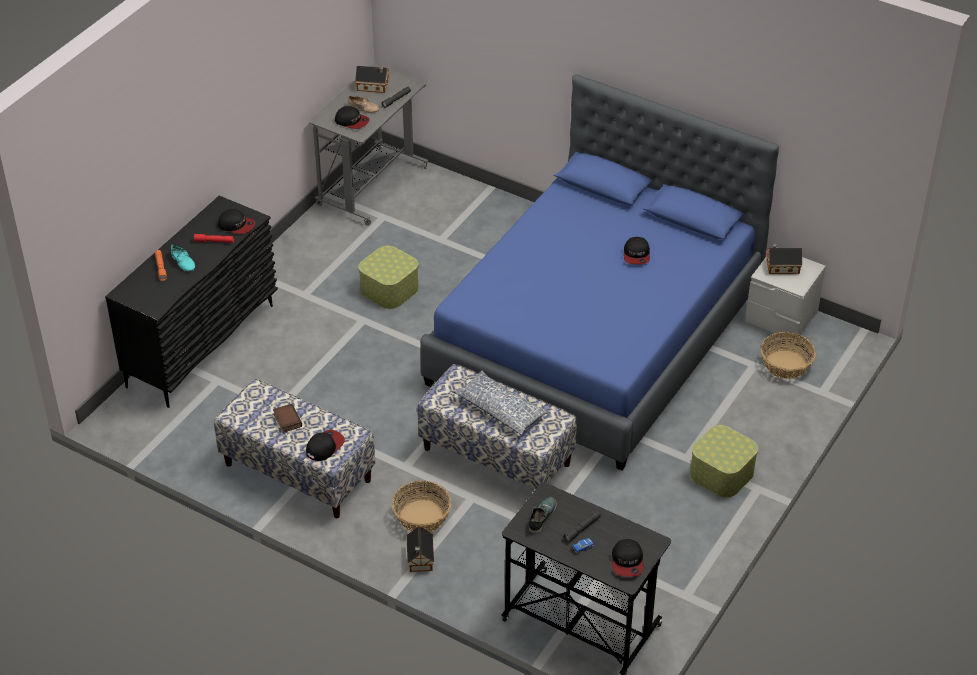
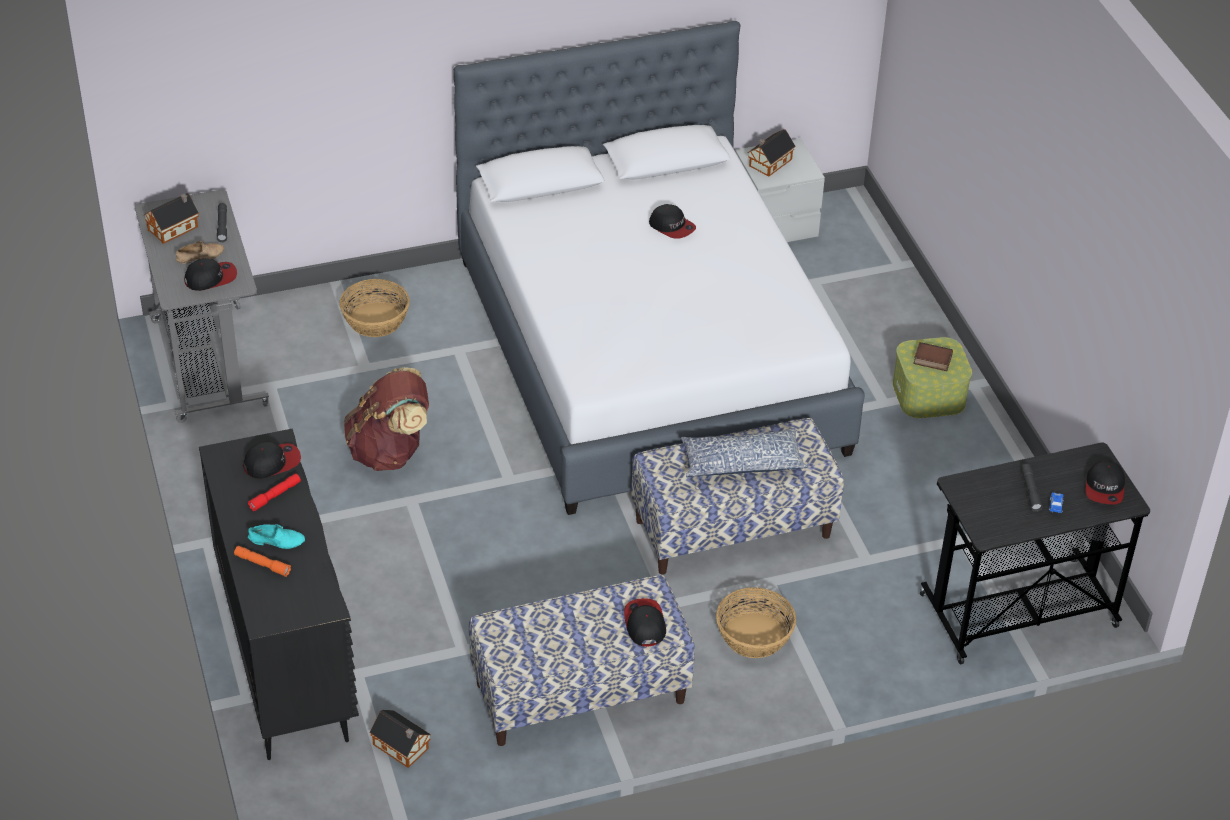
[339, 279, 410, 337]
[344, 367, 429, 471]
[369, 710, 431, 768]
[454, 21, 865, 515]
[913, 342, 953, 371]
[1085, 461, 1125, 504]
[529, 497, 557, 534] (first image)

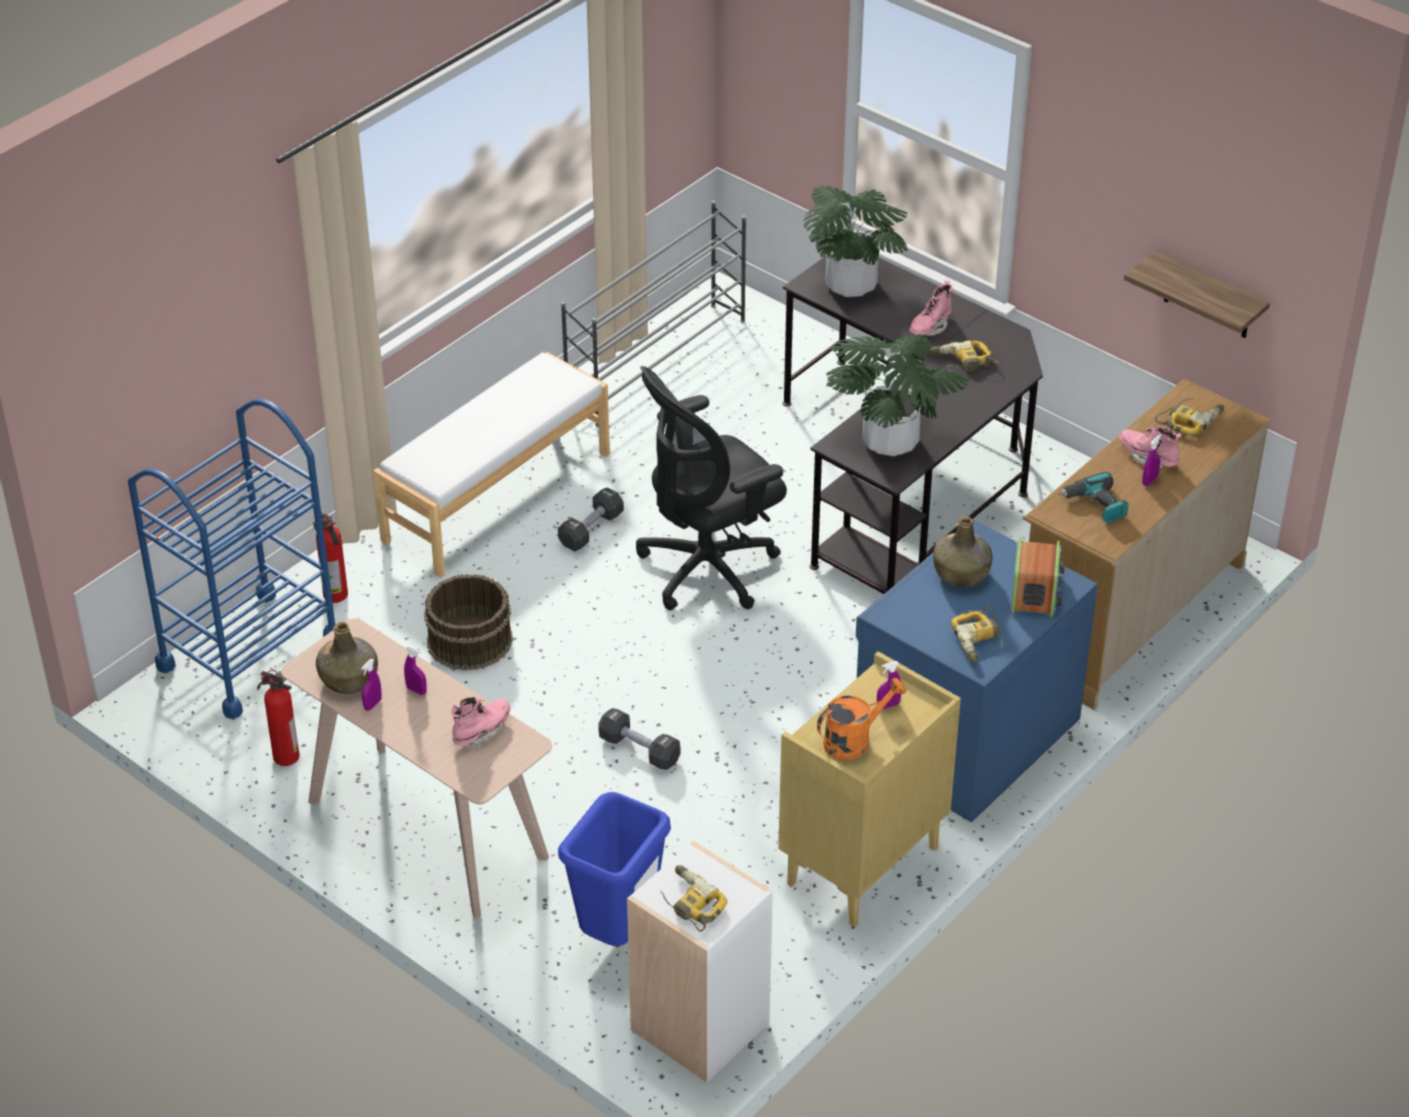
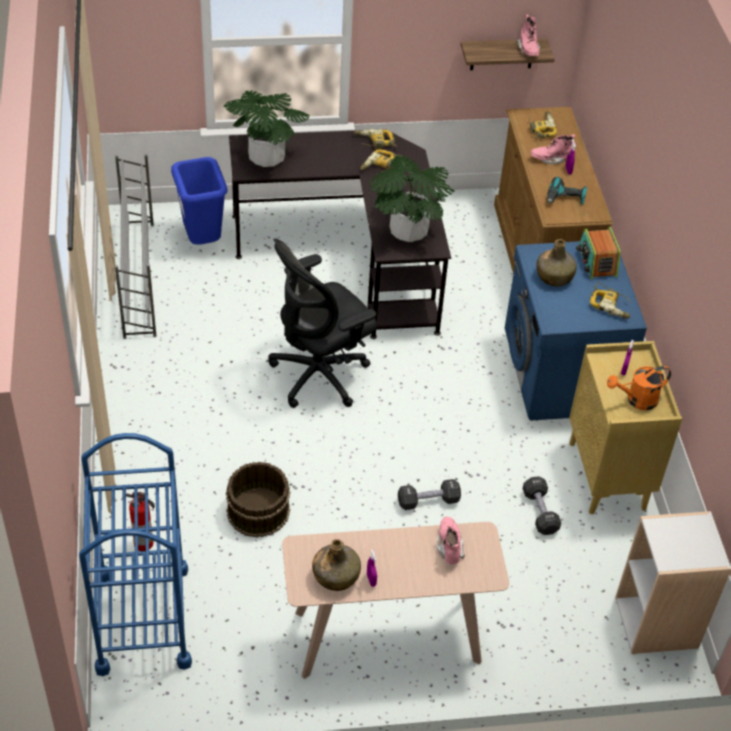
[171, 157, 228, 245]
[268, 238, 377, 408]
[354, 129, 397, 149]
[516, 14, 540, 56]
[523, 477, 561, 535]
[576, 227, 621, 279]
[607, 366, 671, 410]
[257, 670, 300, 766] (first image)
[373, 352, 610, 578] (first image)
[404, 646, 427, 695] (first image)

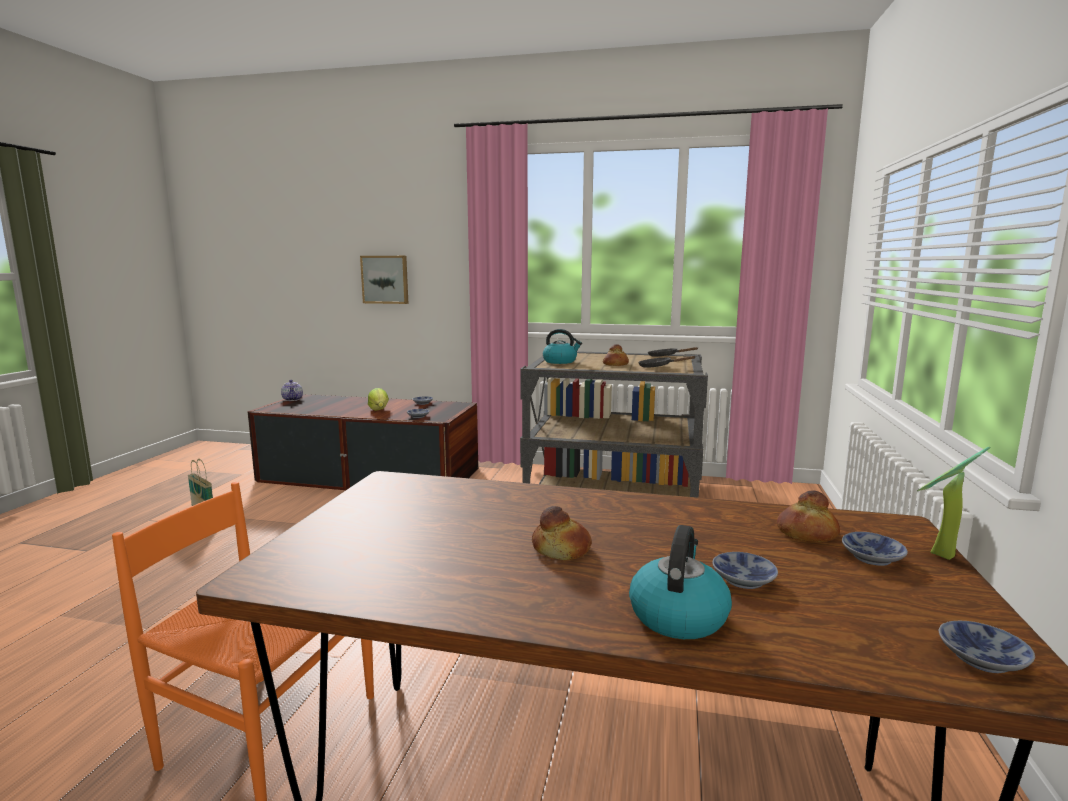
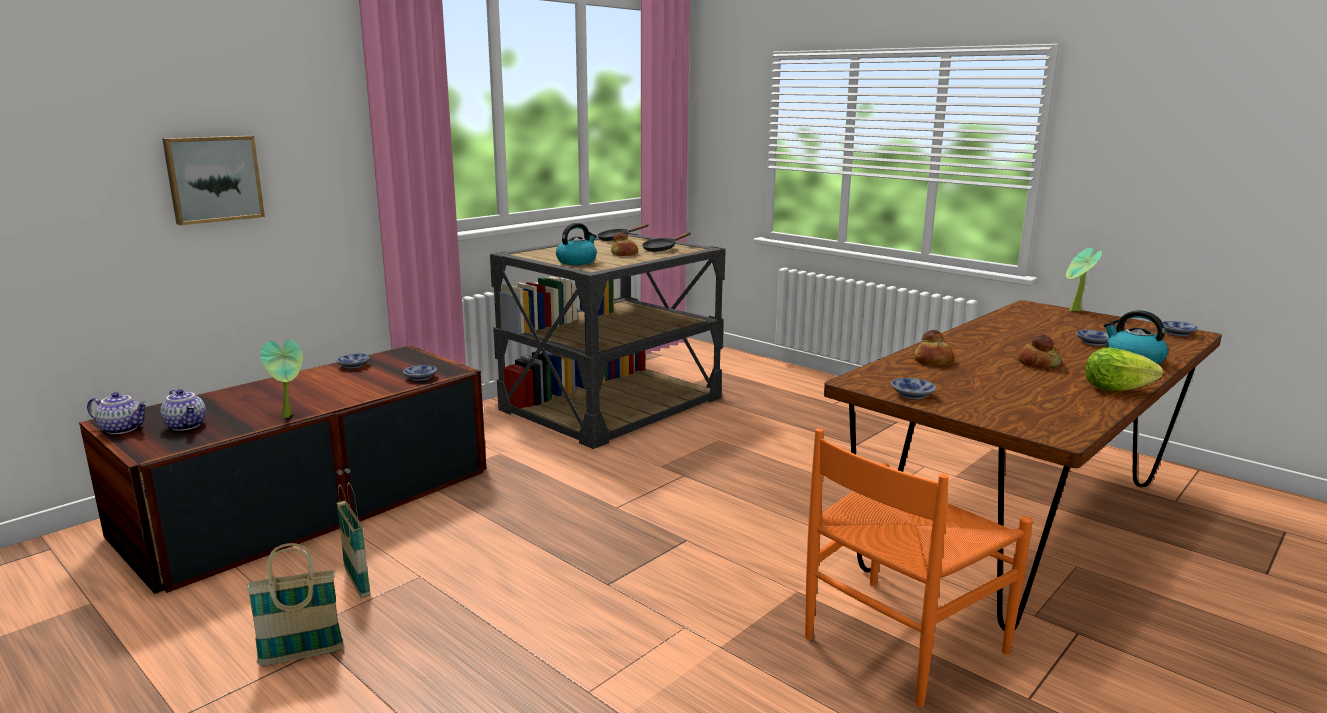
[160, 389, 206, 431]
[260, 339, 303, 418]
[336, 482, 371, 598]
[891, 378, 936, 399]
[914, 330, 955, 366]
[1085, 348, 1163, 391]

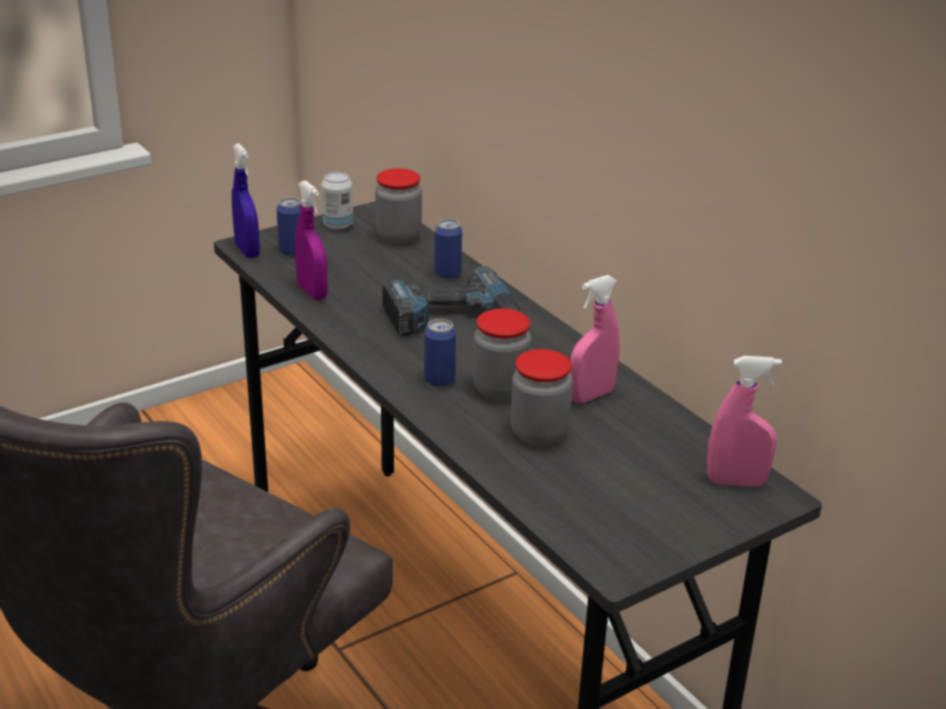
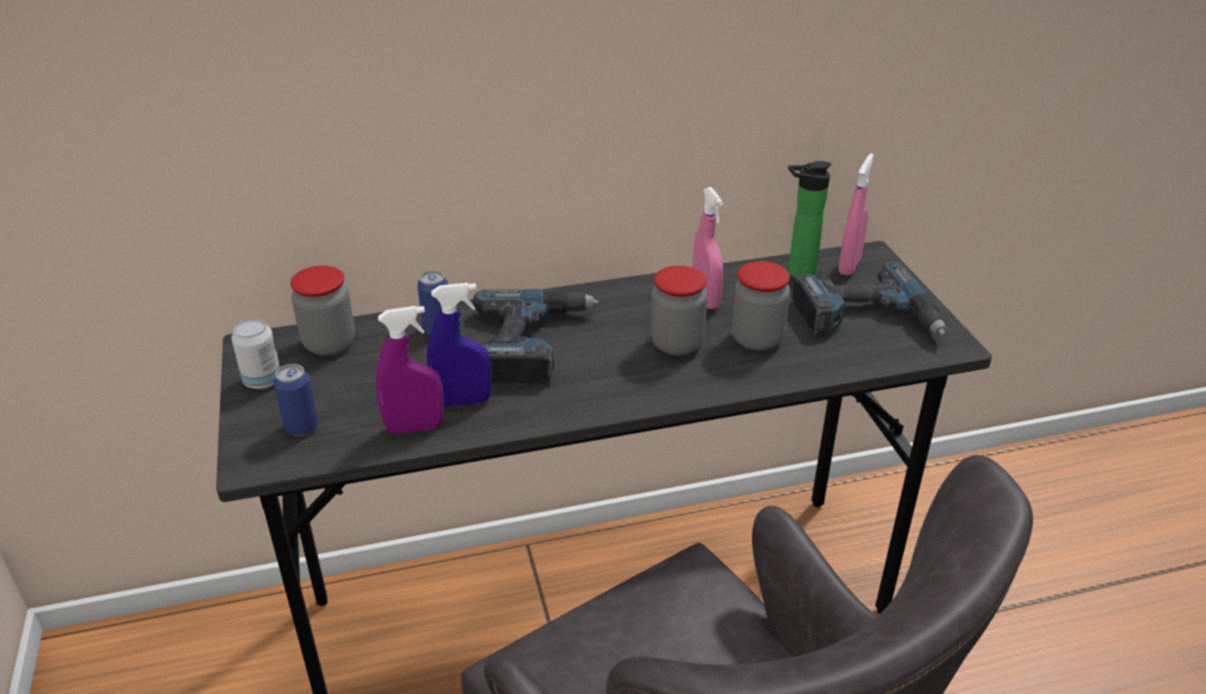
[427, 283, 492, 407]
[788, 161, 831, 278]
[792, 261, 946, 335]
[424, 319, 456, 387] (first image)

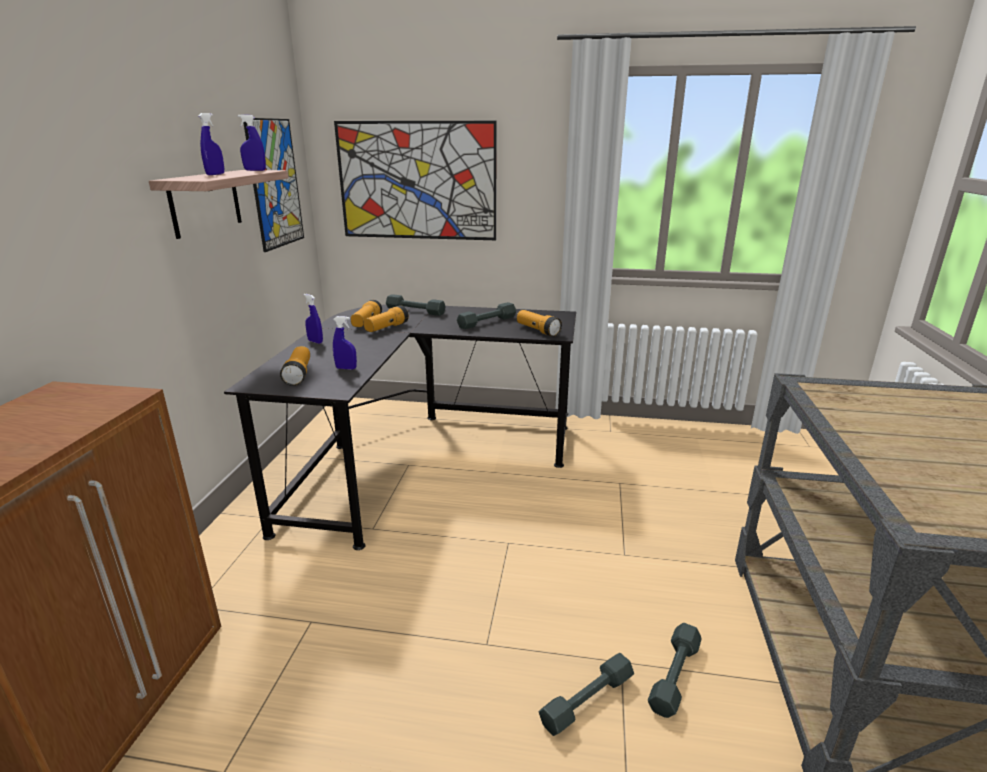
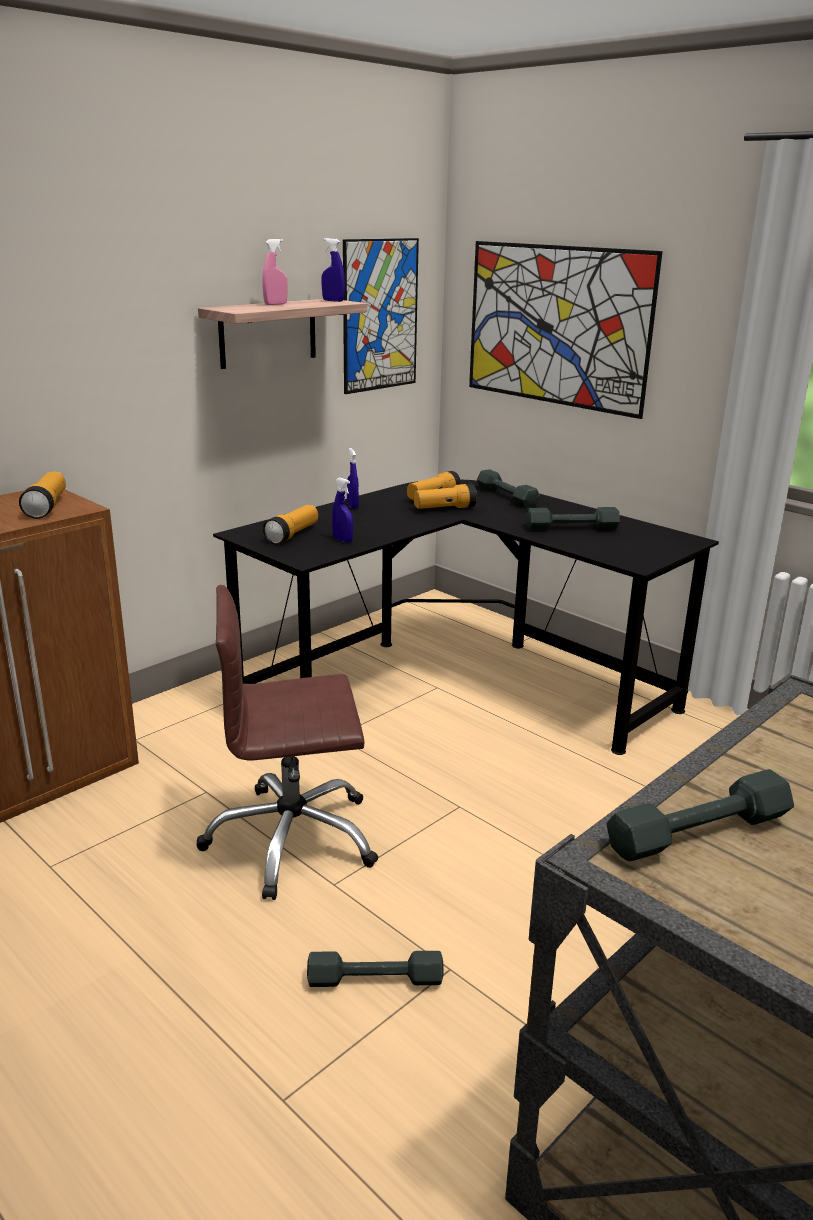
[19, 472, 66, 519]
[197, 585, 379, 900]
[262, 239, 288, 305]
[606, 769, 794, 861]

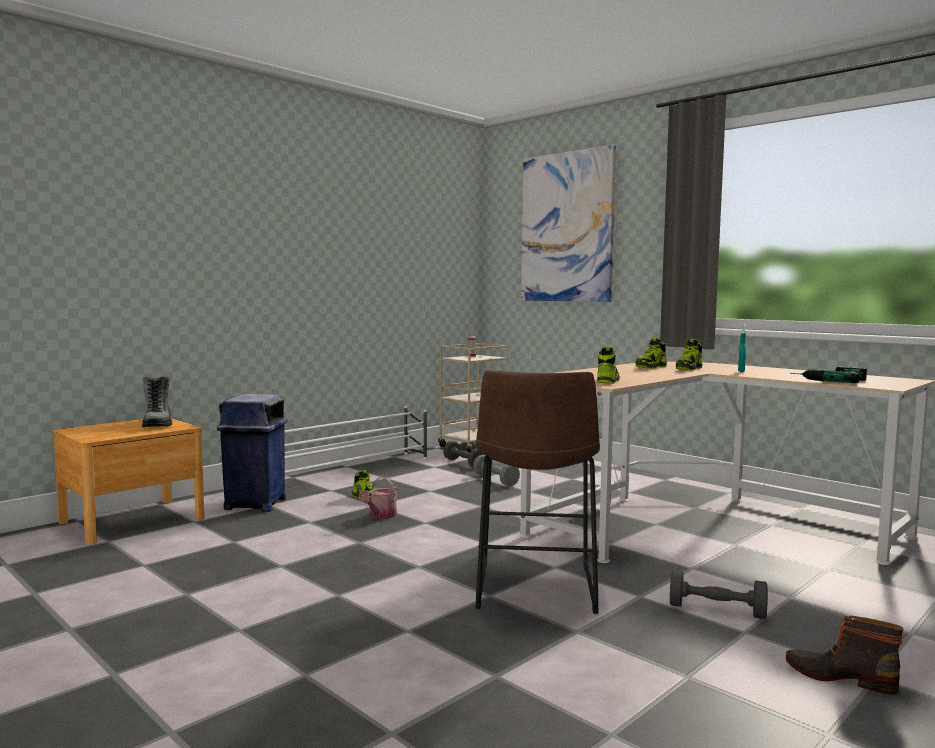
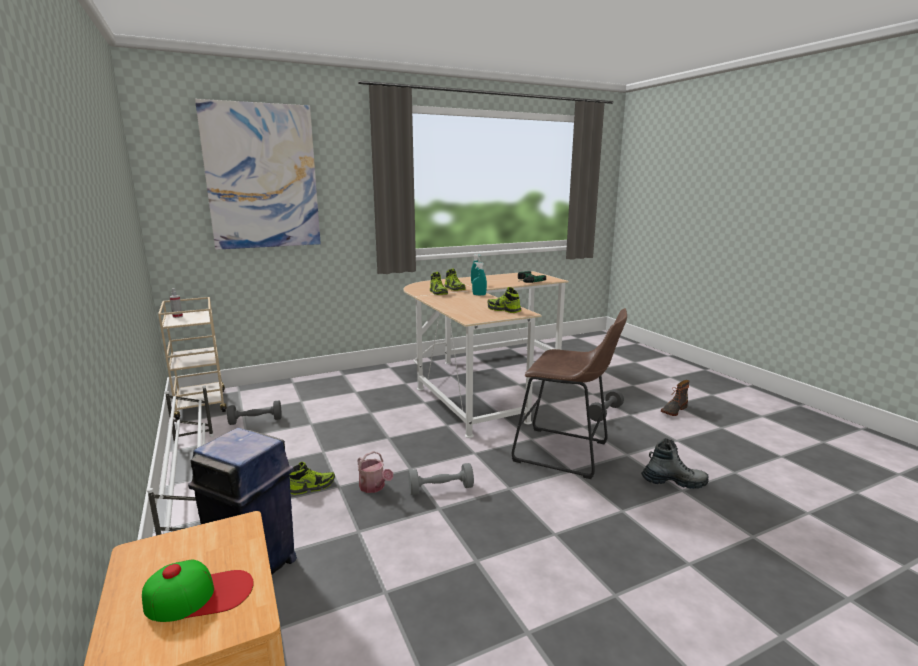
[142, 559, 254, 622]
[408, 463, 474, 495]
[472, 262, 487, 296]
[641, 438, 709, 489]

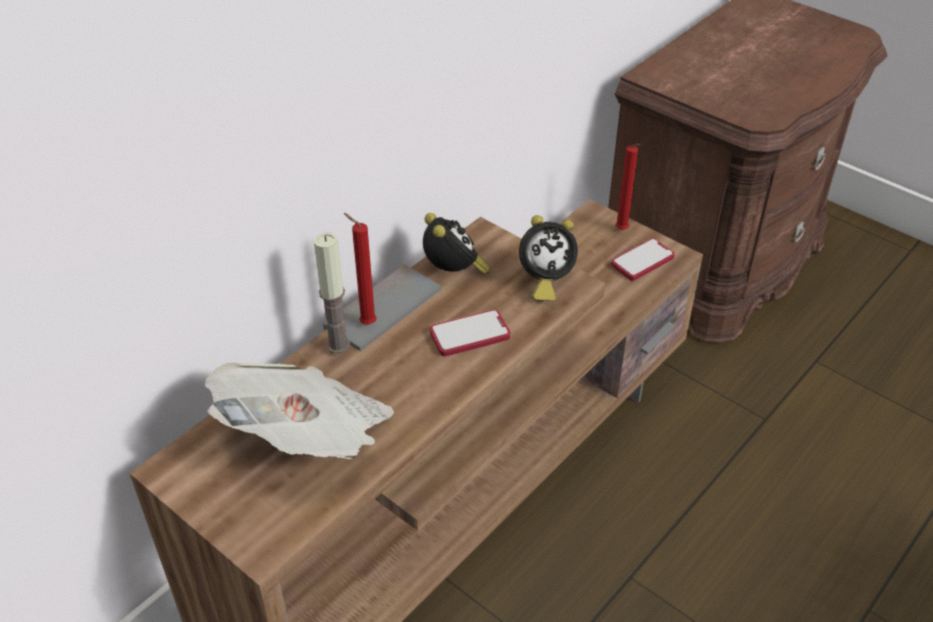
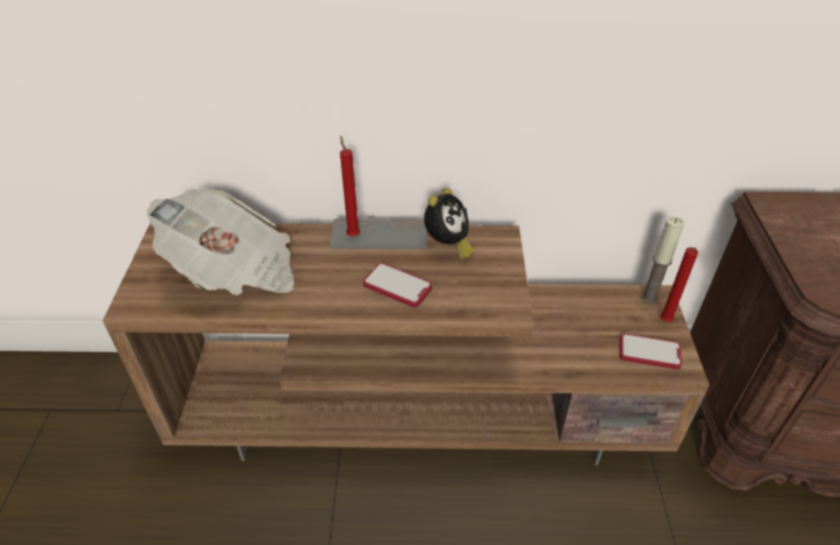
[641, 216, 685, 304]
[519, 215, 578, 301] (first image)

